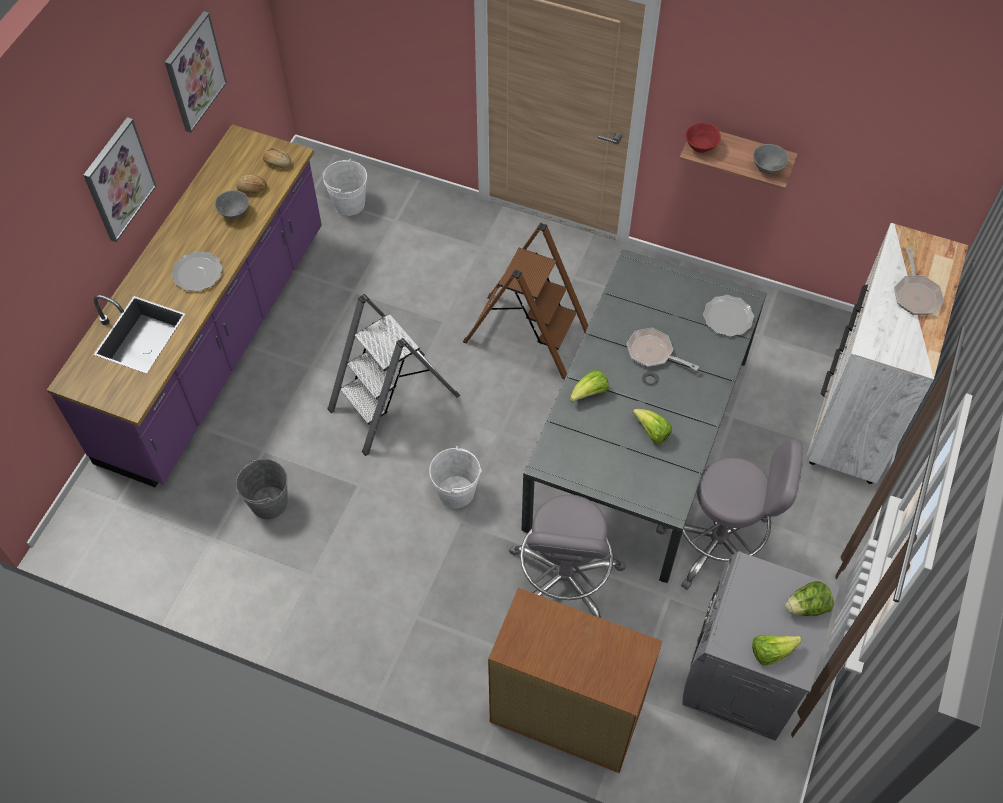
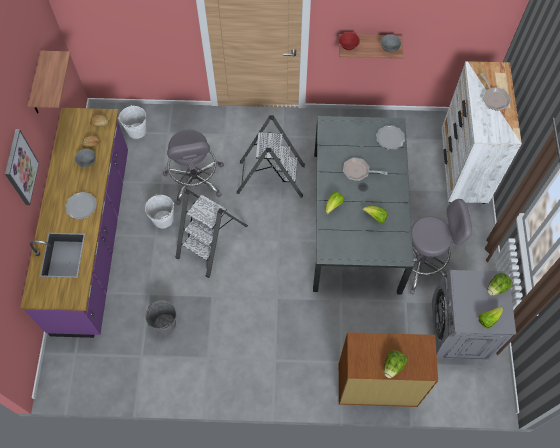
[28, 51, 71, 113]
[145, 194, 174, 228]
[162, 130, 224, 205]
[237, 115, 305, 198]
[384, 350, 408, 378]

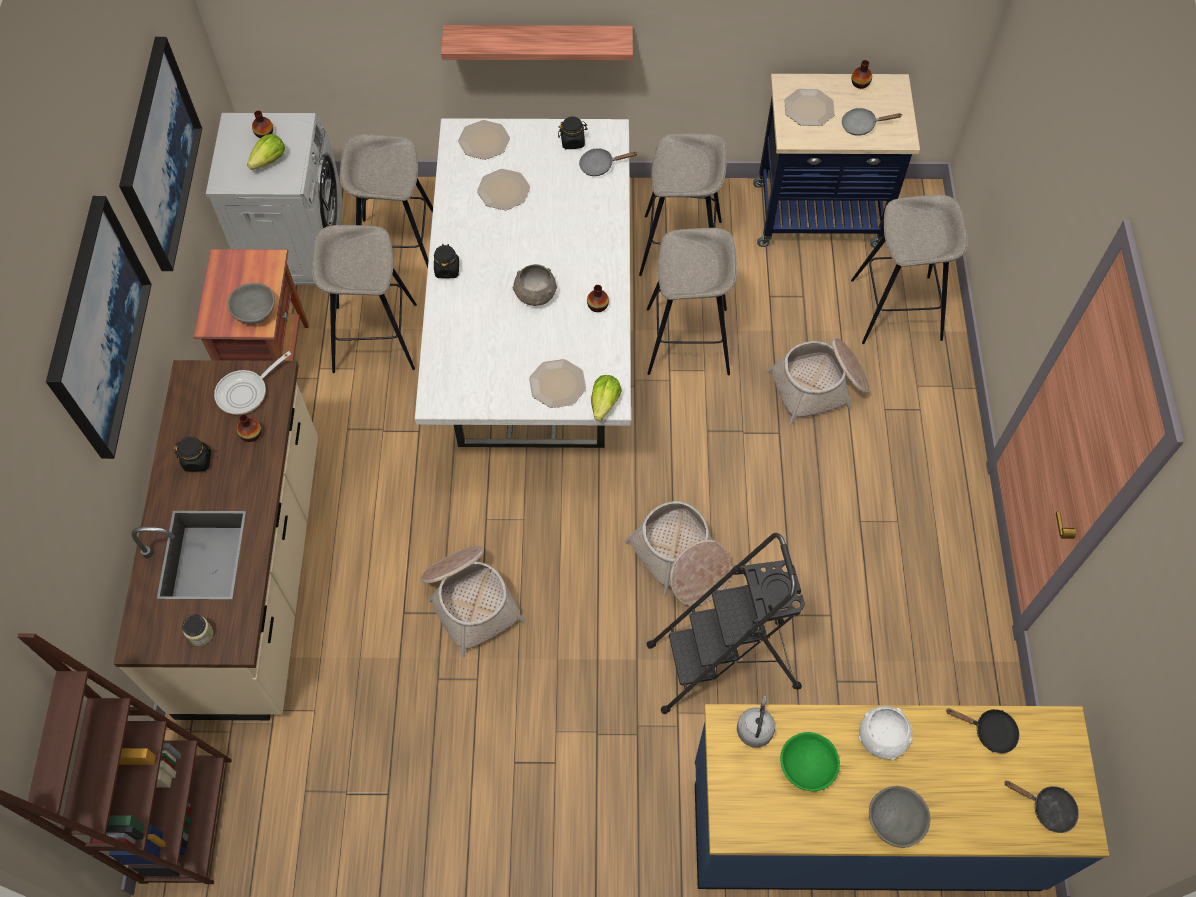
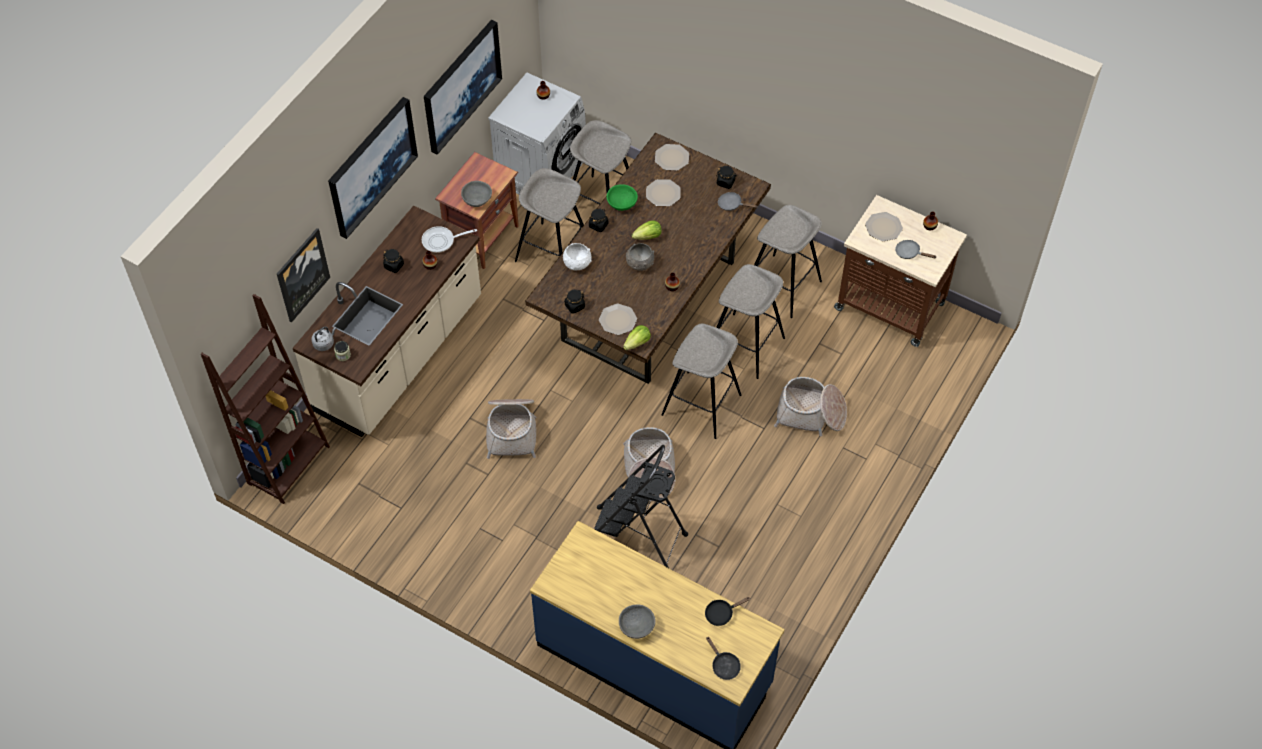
[277, 228, 330, 322]
[311, 326, 336, 351]
[526, 133, 771, 384]
[563, 243, 592, 270]
[564, 290, 585, 314]
[607, 184, 638, 211]
[632, 220, 662, 240]
[662, 324, 741, 439]
[705, 597, 750, 626]
[834, 195, 967, 347]
[441, 25, 633, 60] (first image)

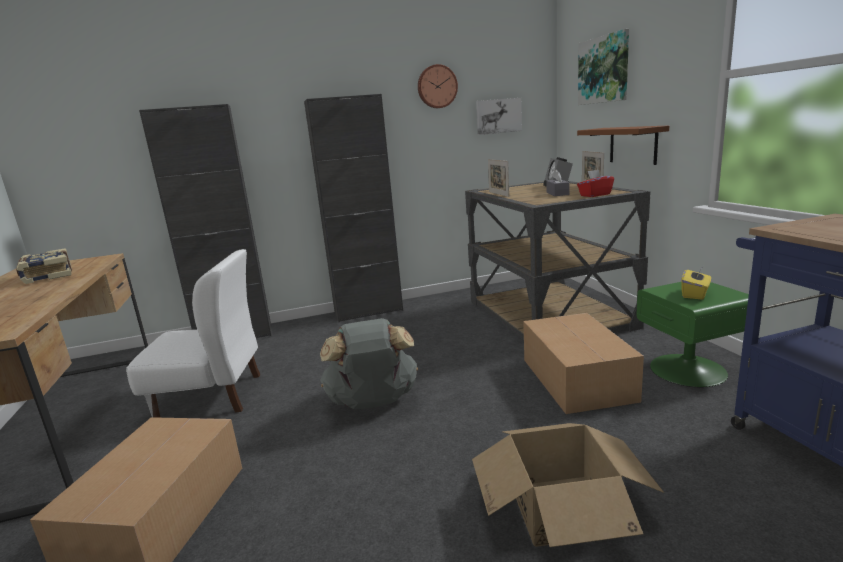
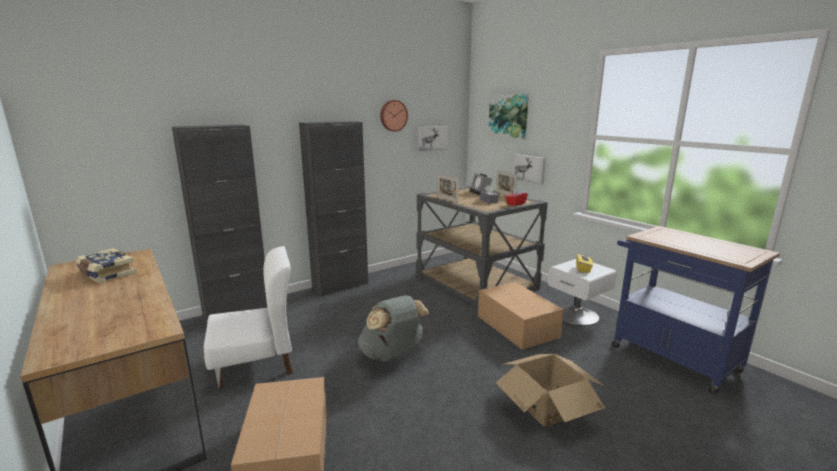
[513, 154, 546, 184]
[548, 259, 617, 326]

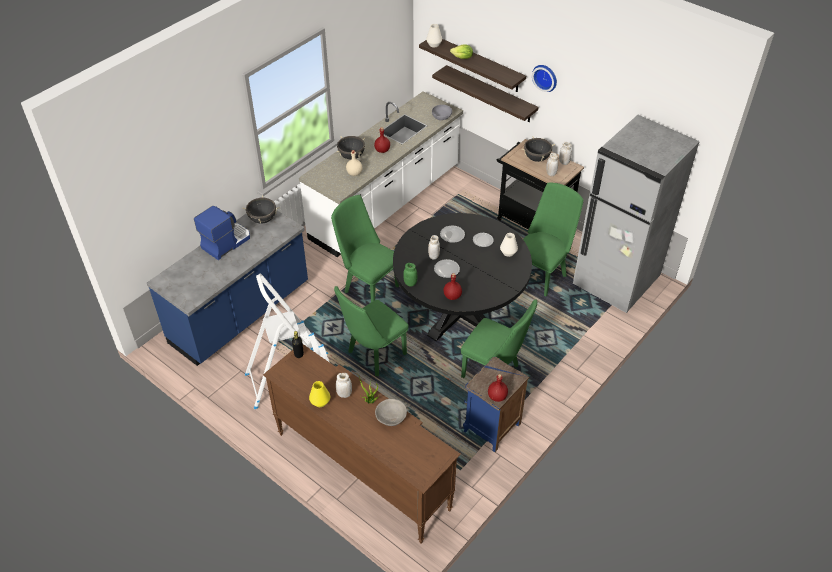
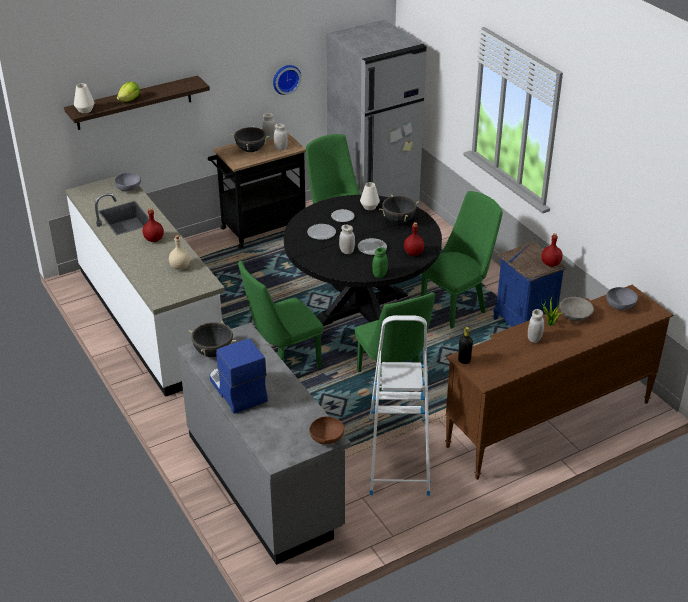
[178, 323, 351, 565]
[273, 65, 301, 95]
[309, 416, 344, 444]
[379, 195, 419, 224]
[606, 287, 638, 310]
[309, 381, 330, 407] (first image)
[432, 65, 539, 122] (first image)

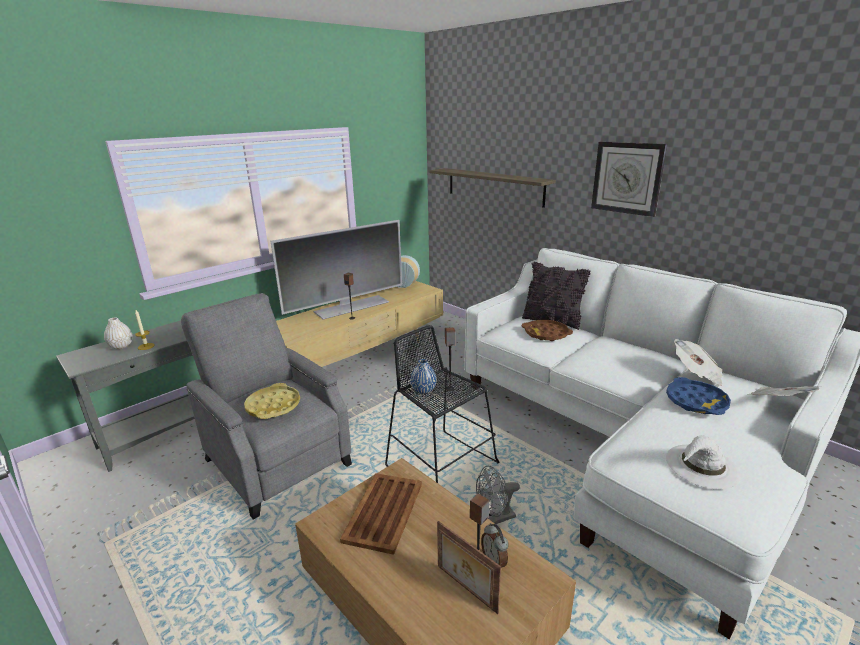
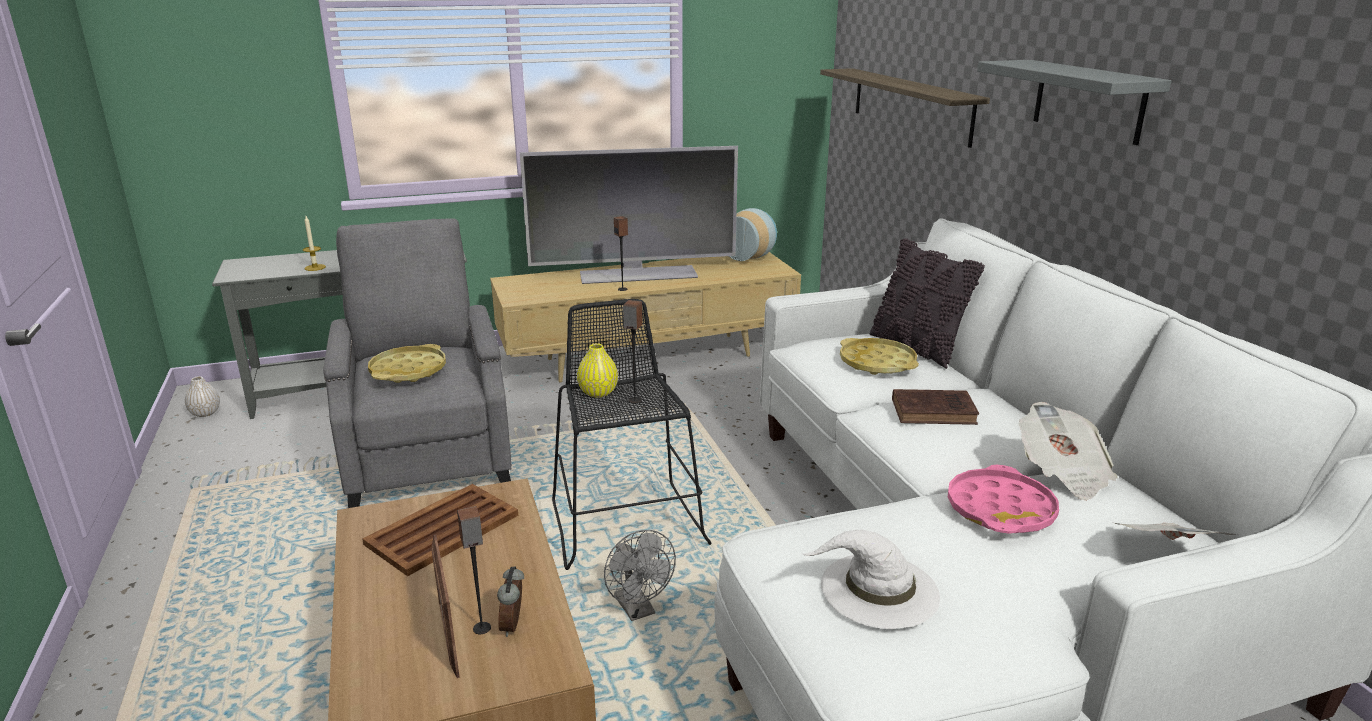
[185, 376, 220, 417]
[577, 344, 618, 398]
[604, 530, 676, 621]
[840, 338, 919, 375]
[892, 389, 979, 425]
[948, 465, 1059, 534]
[977, 60, 1171, 145]

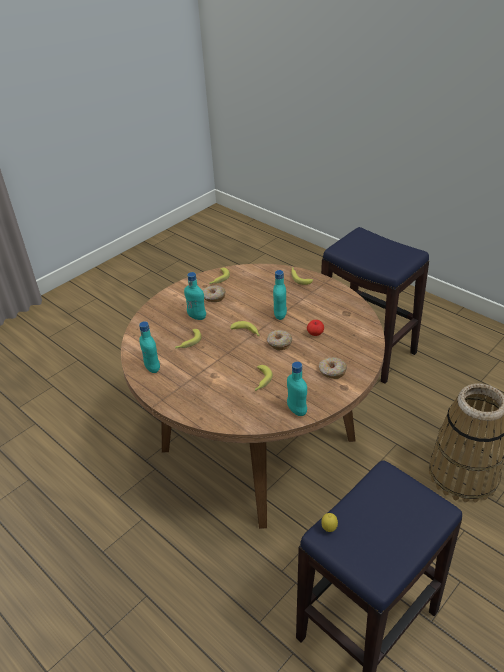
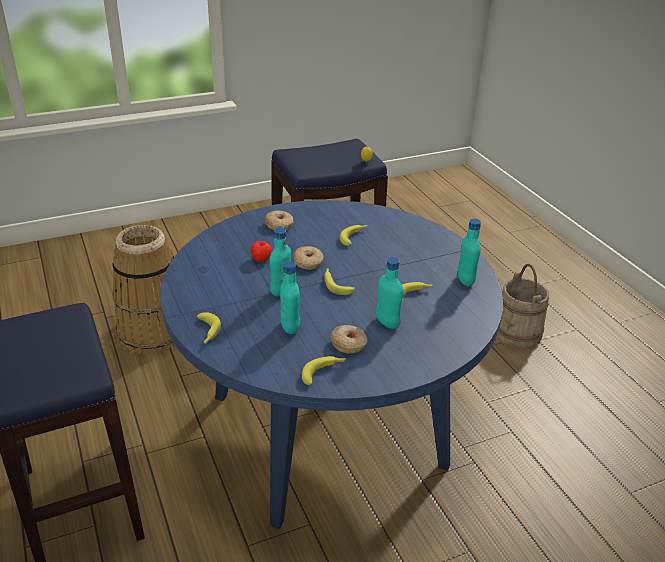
[161, 200, 503, 529]
[280, 261, 300, 334]
[497, 264, 549, 348]

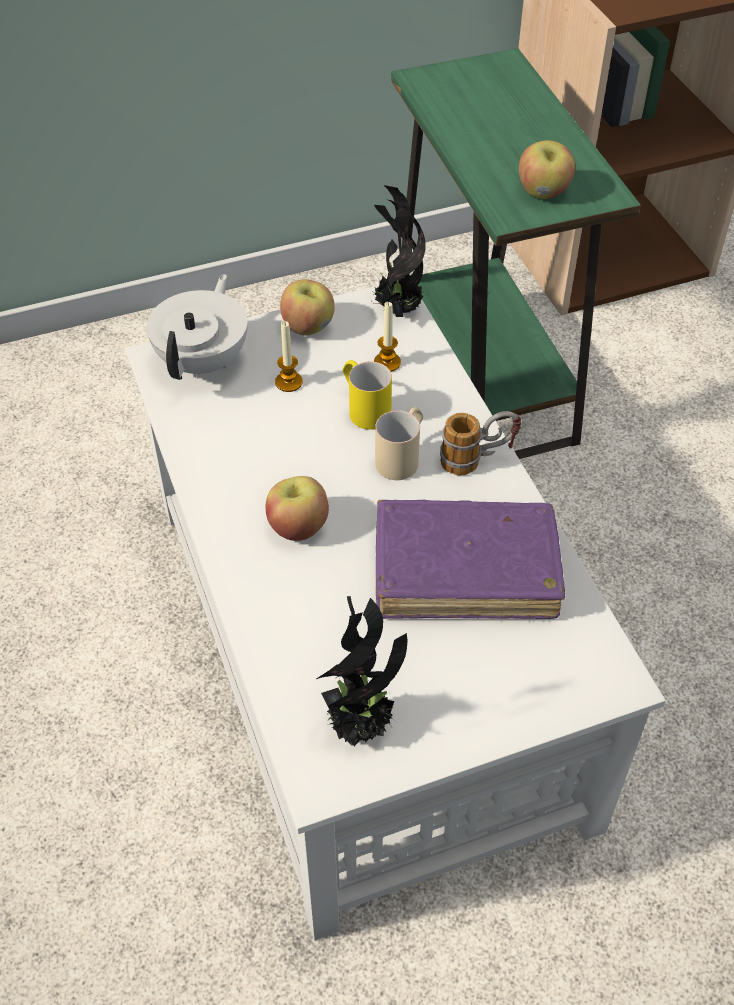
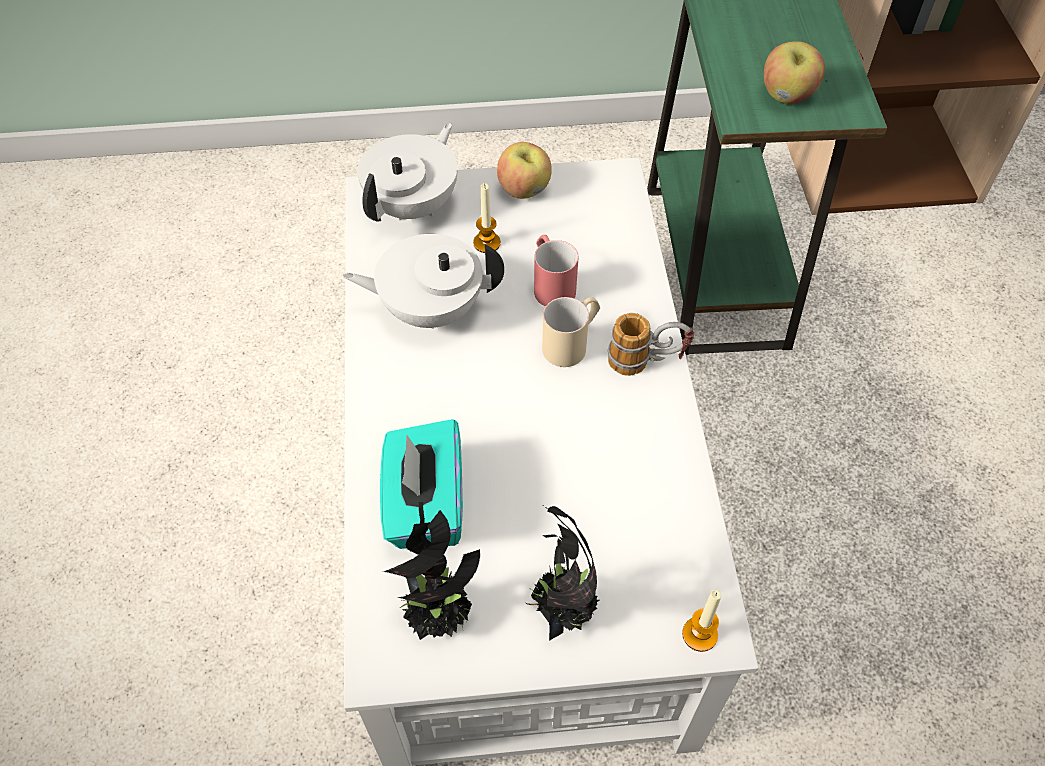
[343, 234, 504, 329]
[380, 419, 463, 549]
[525, 506, 599, 641]
[534, 235, 578, 307]
[682, 590, 721, 652]
[265, 476, 329, 541] (first image)
[376, 500, 565, 619] (first image)

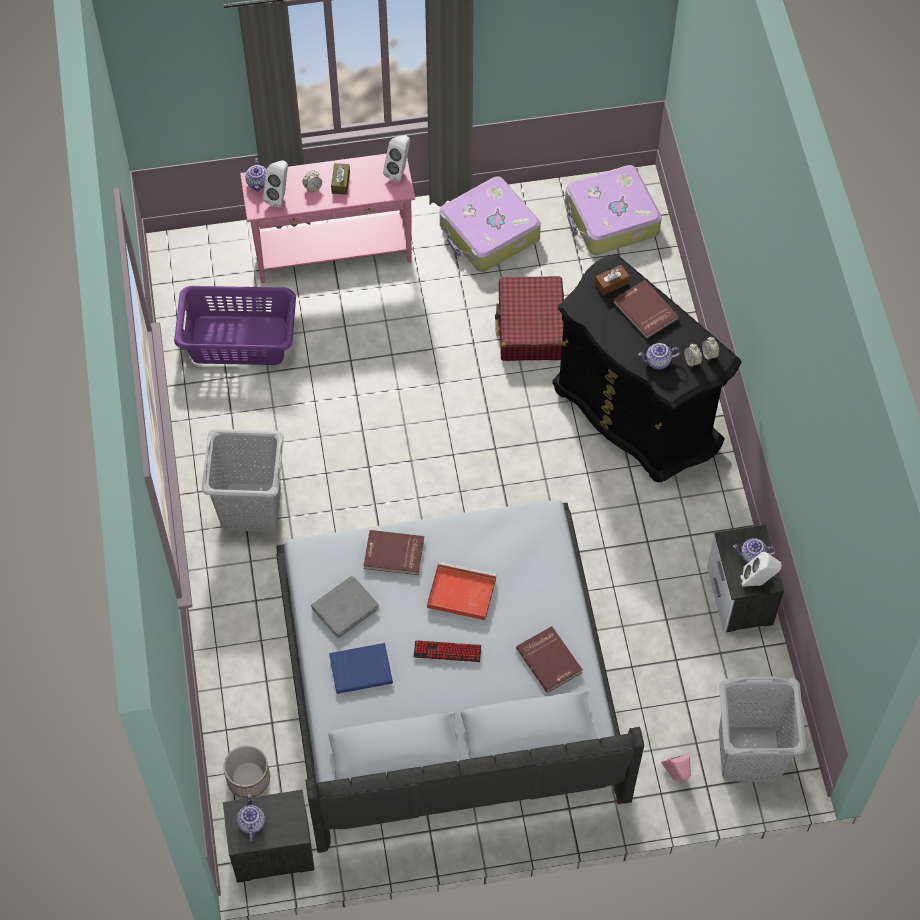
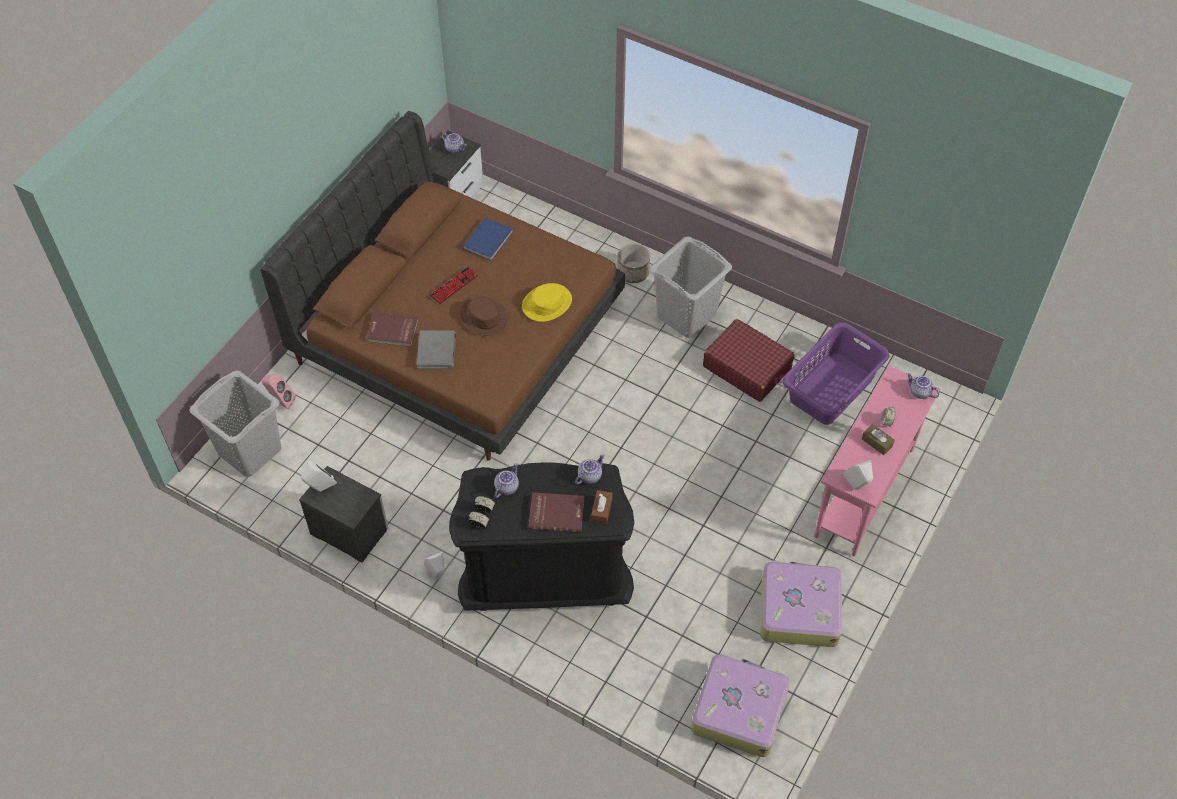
[260, 111, 625, 461]
[417, 330, 456, 369]
[424, 552, 445, 579]
[460, 296, 508, 336]
[522, 283, 572, 322]
[575, 454, 605, 485]
[617, 243, 650, 283]
[703, 319, 795, 402]

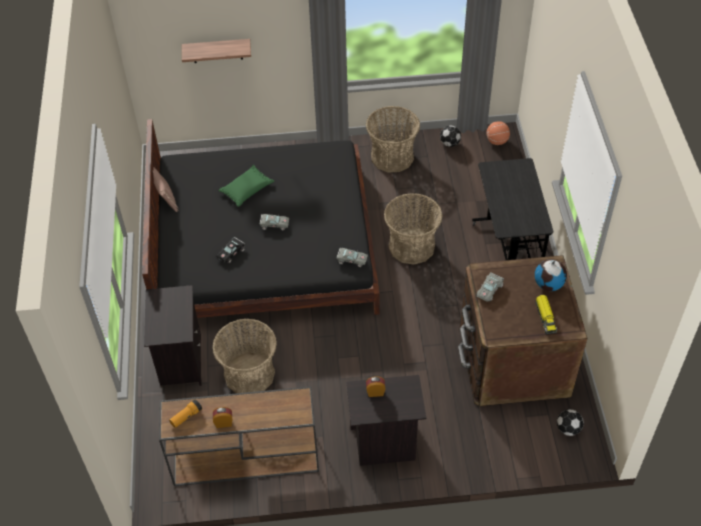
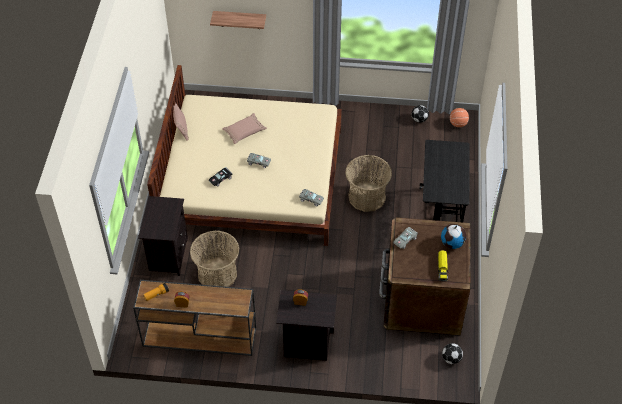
[147, 65, 342, 246]
[222, 113, 267, 144]
[366, 106, 420, 173] (first image)

